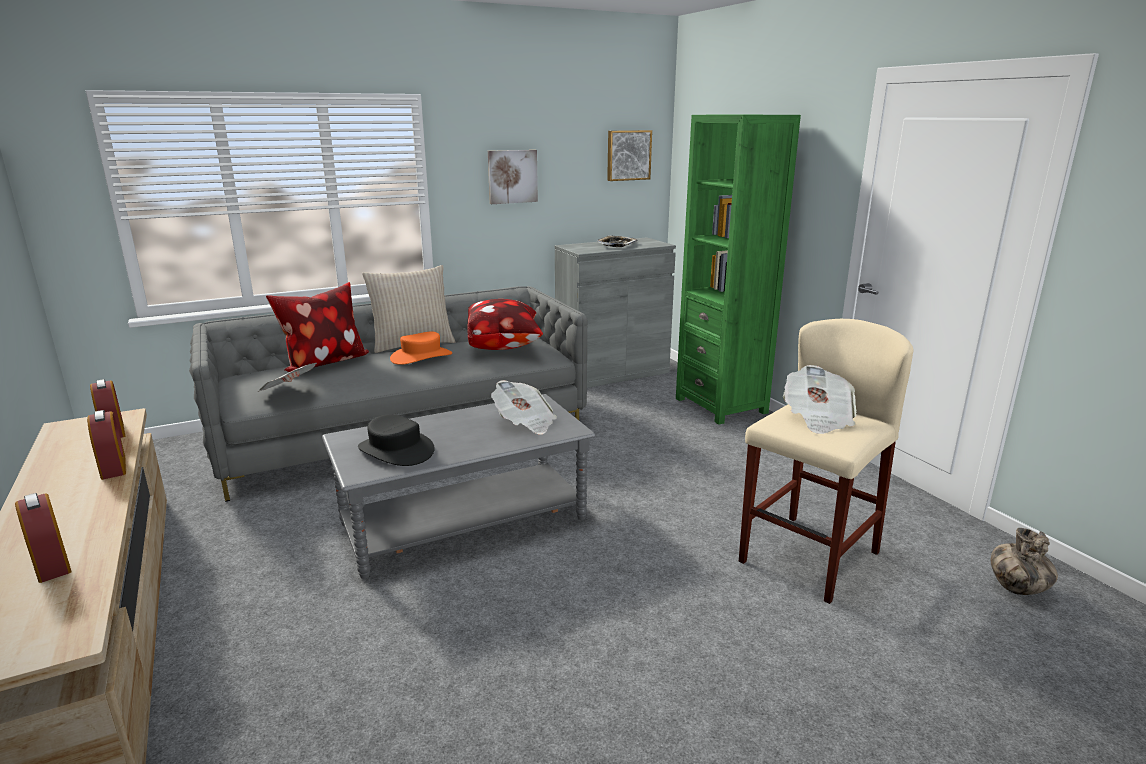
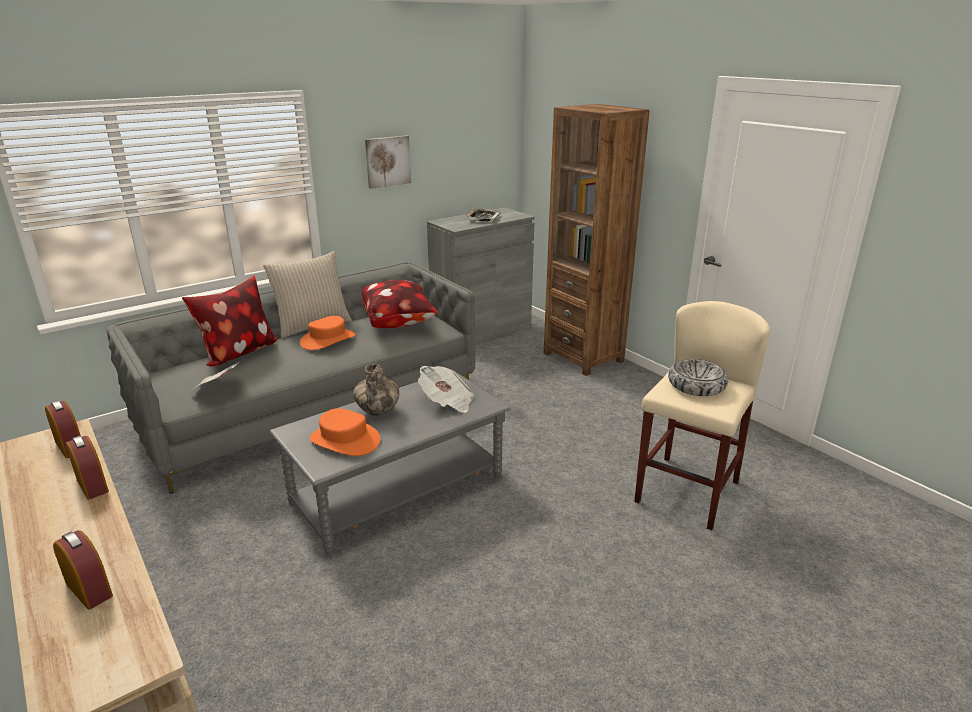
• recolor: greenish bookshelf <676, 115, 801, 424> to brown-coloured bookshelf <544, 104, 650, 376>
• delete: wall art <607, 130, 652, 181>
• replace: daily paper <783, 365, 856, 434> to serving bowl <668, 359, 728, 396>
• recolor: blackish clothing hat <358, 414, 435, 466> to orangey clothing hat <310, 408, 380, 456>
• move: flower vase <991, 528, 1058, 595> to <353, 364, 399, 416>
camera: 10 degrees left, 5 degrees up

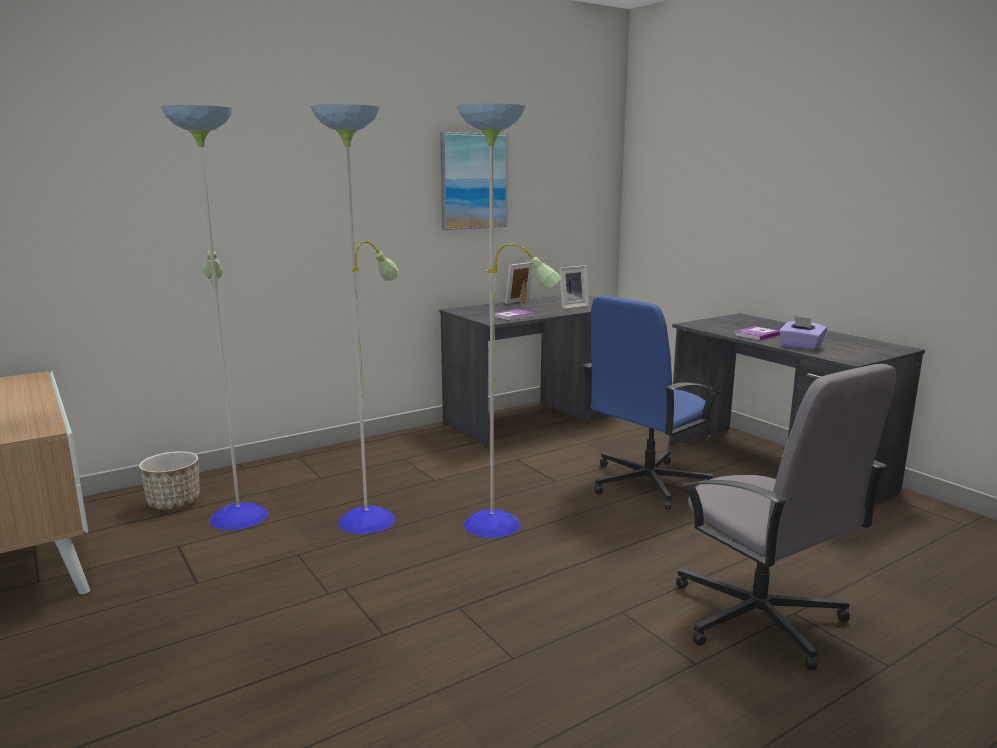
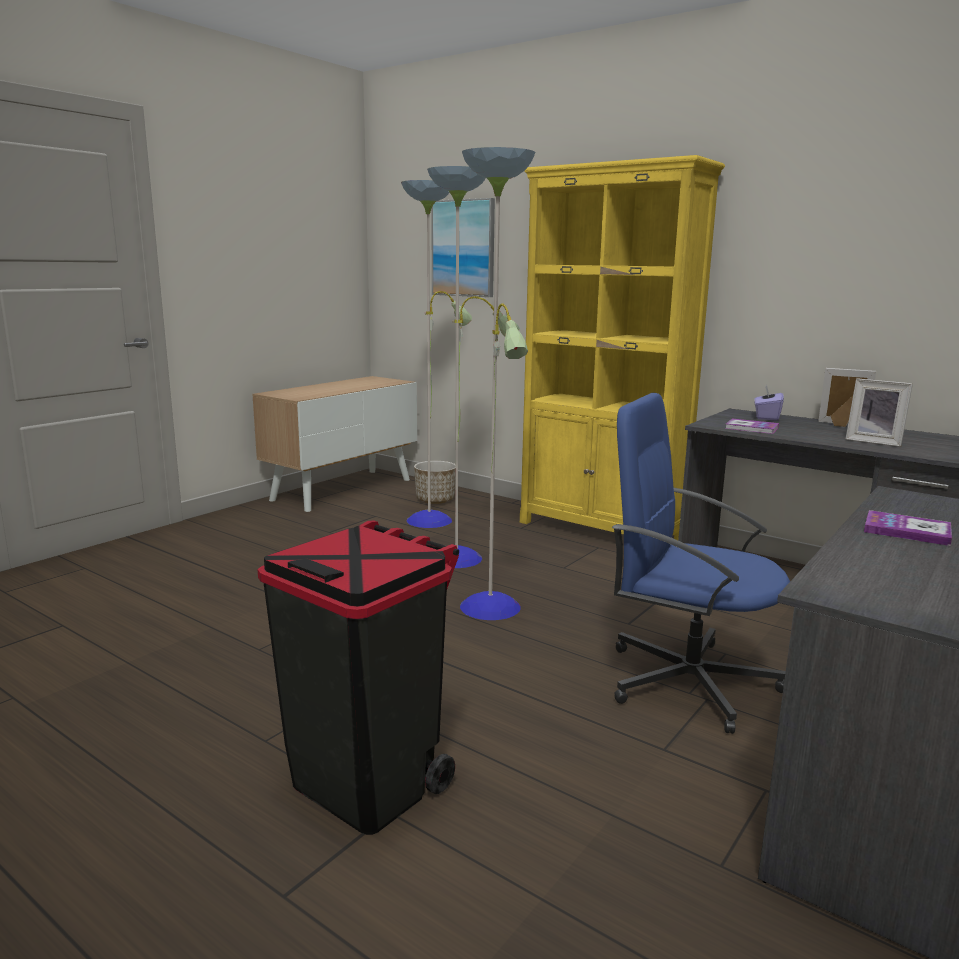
• move: wall art <440, 132, 507, 230> to <431, 198, 495, 297>
• move: purplish tissue holder <779, 316, 827, 350> to <754, 385, 784, 421>
• replace: greyish desk chair <676, 364, 896, 670> to blackish rubbish bin <258, 521, 459, 835>
• insert: yellow-coloured bookshelf <520, 155, 725, 540>
camera: 70 degrees right, 0 degrees up

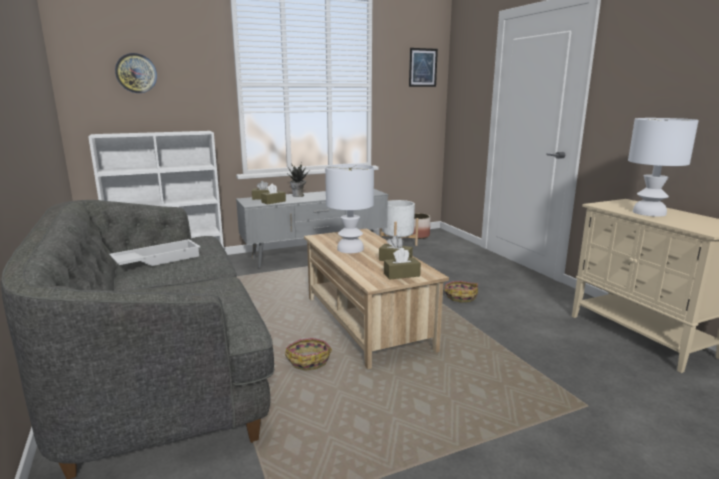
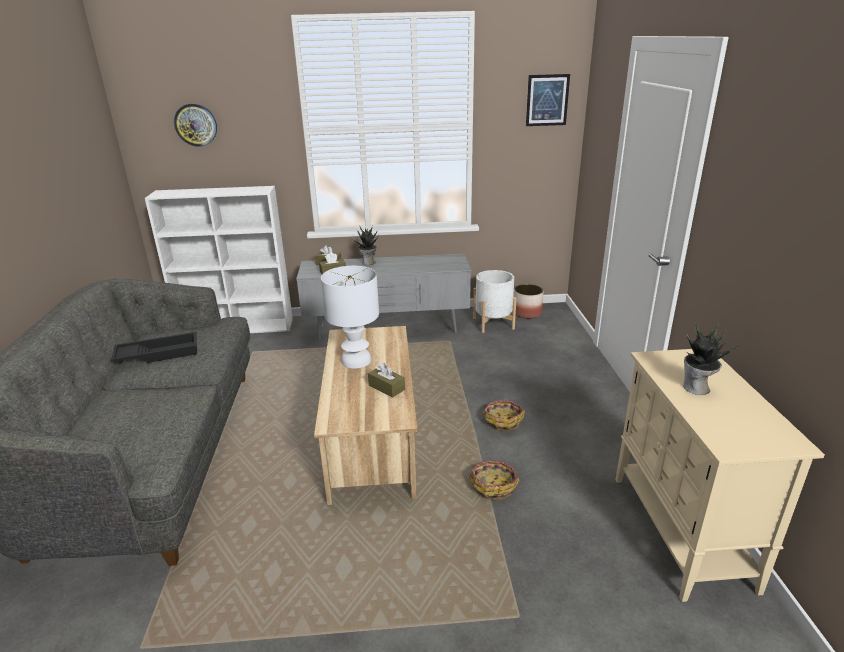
• replace: white-coloured table lamp <628, 118, 699, 217> to plant in a pot <683, 322, 738, 395>
• recolor: white-coloured carrying tray <109, 239, 200, 266> to blackish carrying tray <111, 332, 197, 363>
• delete: brown-coloured tissue holder <384, 248, 421, 280>
• move: basket <285, 338, 332, 371> to <469, 461, 520, 500>
camera: 20 degrees right, 10 degrees up

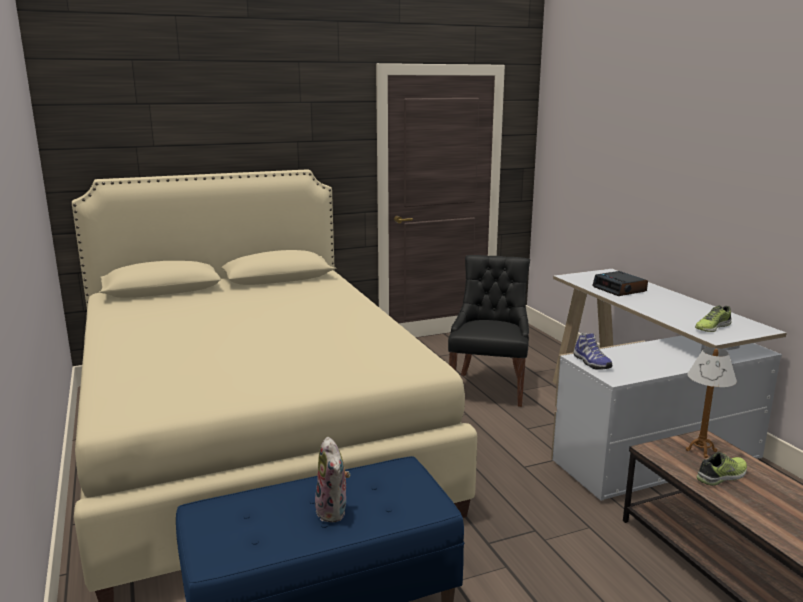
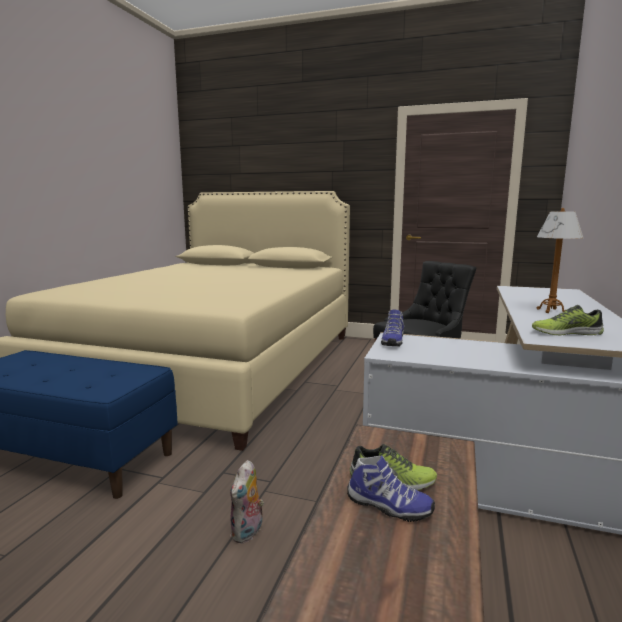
• delete: alarm clock <592, 271, 648, 296>
• move: table lamp <686, 348, 737, 458> to <537, 208, 583, 313>
• move: cuddly toy <315, 437, 351, 523> to <230, 460, 264, 543>
• insert: item of footwear <347, 456, 435, 522>
camera: 40 degrees right, 5 degrees down

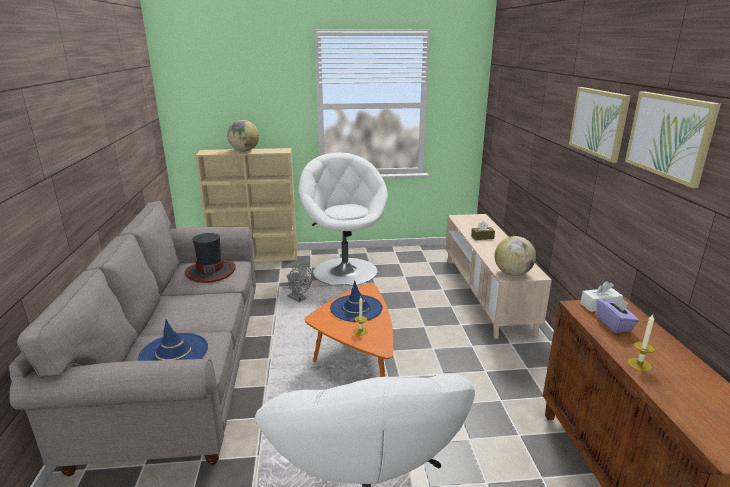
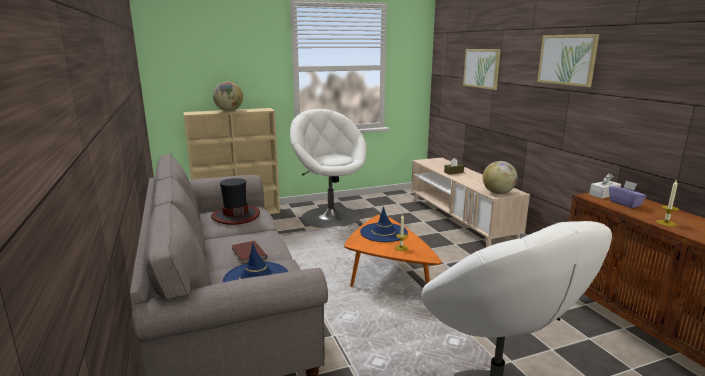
• move: wall art <625, 91, 721, 188> to <463, 49, 501, 90>
• delete: greyish fan <287, 264, 312, 302>
• insert: brown-coloured book <232, 241, 267, 265>
camera: 15 degrees left, 5 degrees down

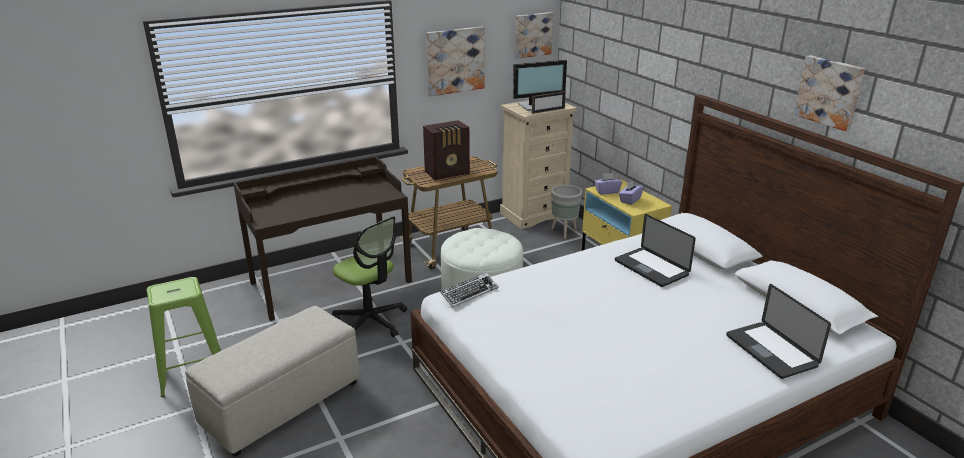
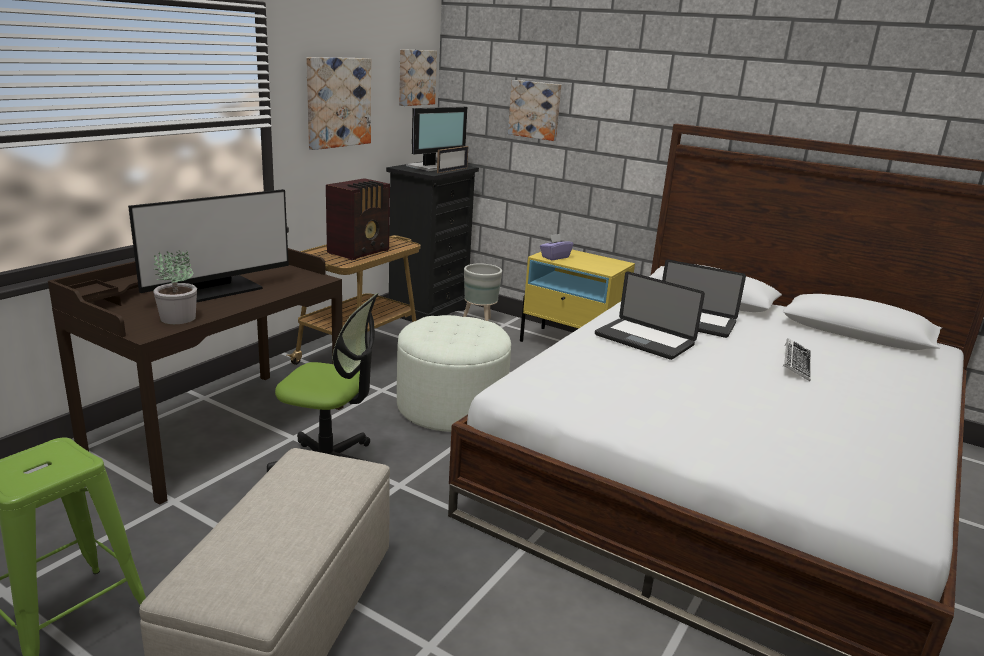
• move: wall art <794, 55, 865, 131> to <508, 80, 561, 141>
• recolor: beige-coloured drawer chest <500, 100, 577, 229> to blackish drawer chest <386, 160, 479, 322>
• delete: purplish tissue holder <619, 181, 644, 205>
• move: computer keyboard <440, 272, 499, 308> to <783, 338, 811, 381>
• move: notebook computer <726, 284, 831, 379> to <595, 271, 705, 360>
• insert: computer display <128, 189, 289, 303>
• insert: plant in a pot <153, 250, 197, 324>
camera: 30 degrees left, 5 degrees down

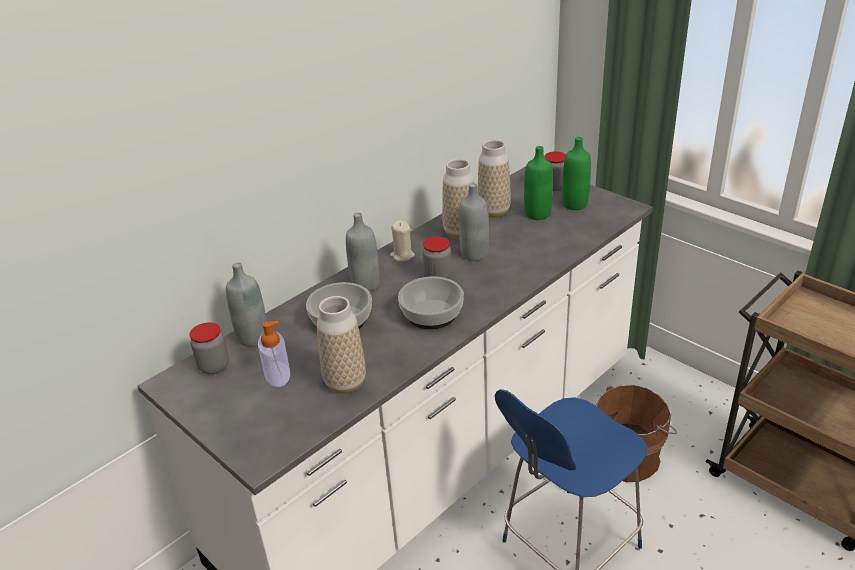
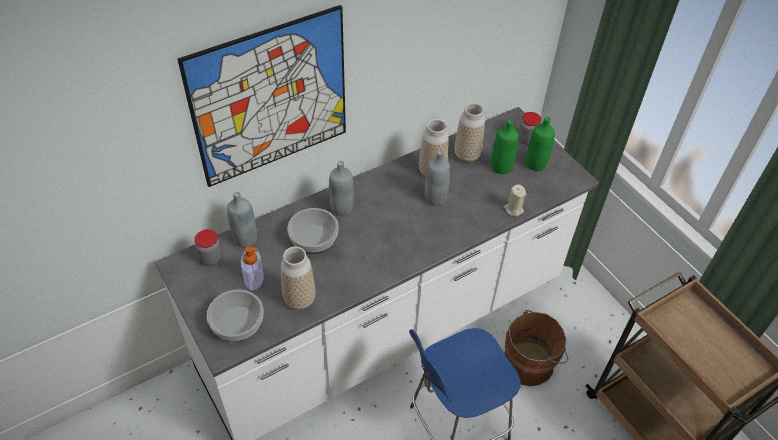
• move: beige-coloured wax candle <390, 220, 415, 262> to <504, 184, 526, 217>
• delete: jar <423, 237, 452, 279>
• move: serving bowl <398, 277, 464, 329> to <207, 290, 263, 342>
• insert: wall art <178, 5, 346, 187>
camera: 10 degrees right, 15 degrees up

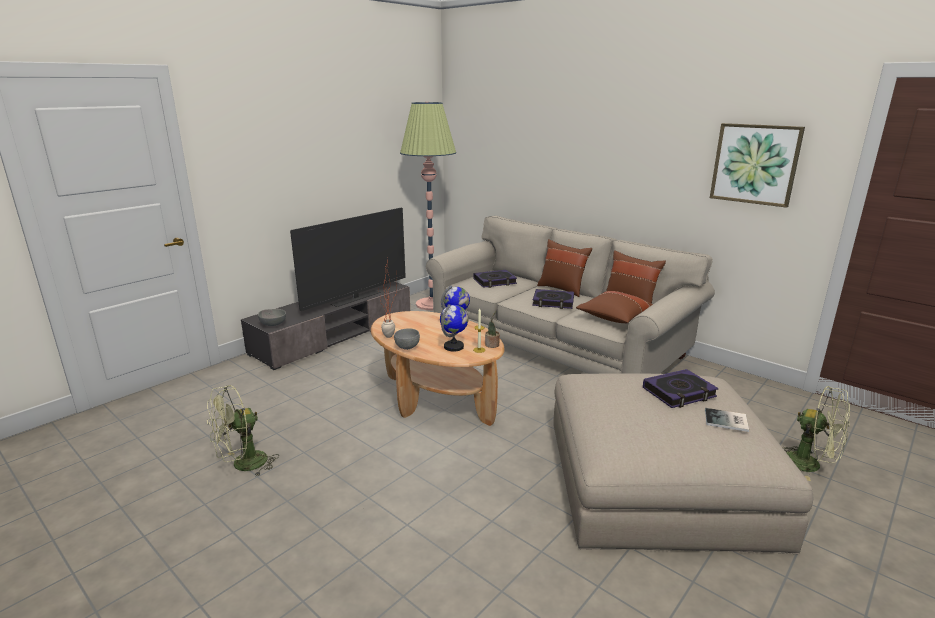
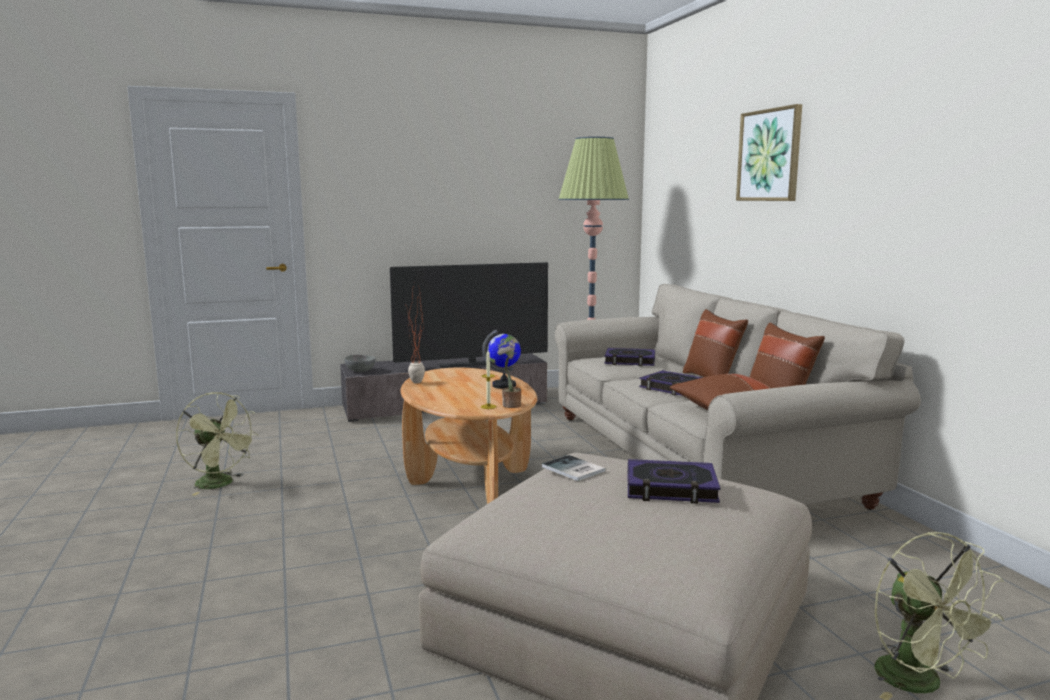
• move: wall art <710, 123, 805, 208> to <736, 104, 802, 201>
• delete: globe <440, 304, 468, 351>
• delete: greyish serving bowl <394, 328, 420, 350>
• rotate: greenish fan <207, 385, 279, 477> = <176, 392, 259, 495> 135 degrees counterclockwise
• move: book <705, 408, 749, 432> to <542, 455, 606, 481>
camera: 30 degrees right, 10 degrees down

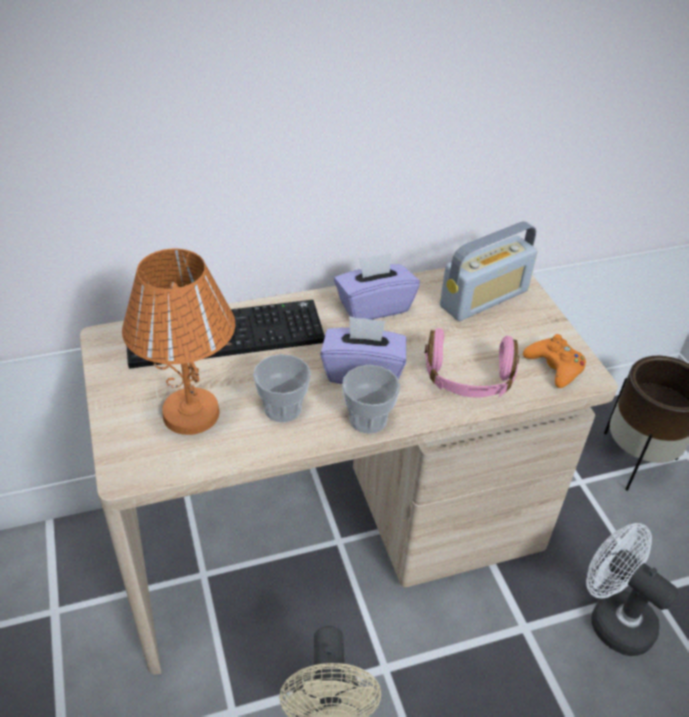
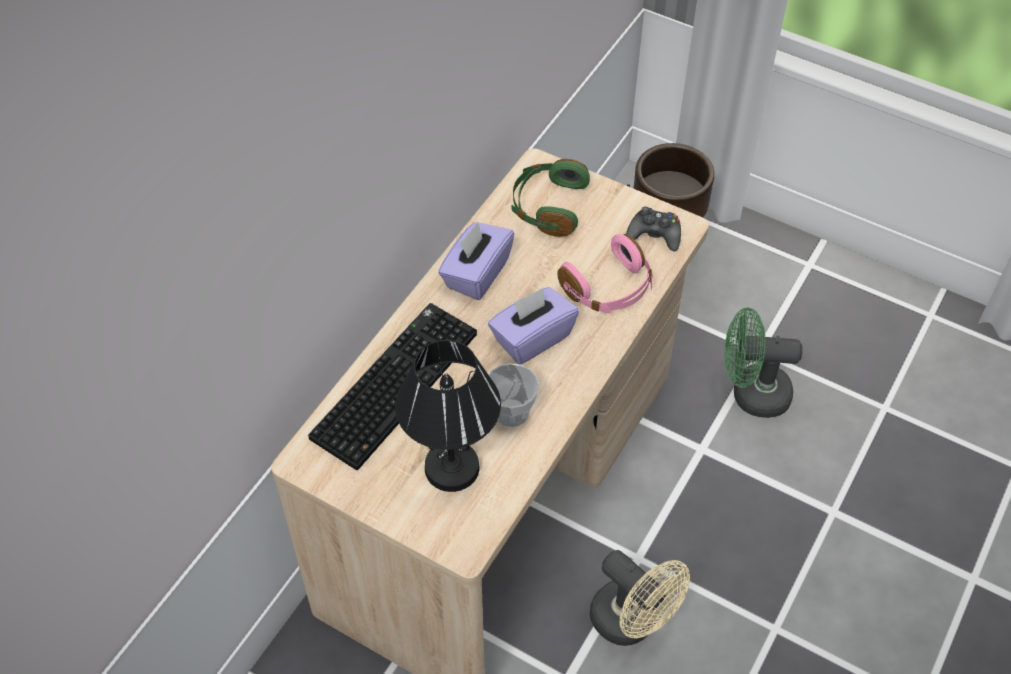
• replace: radio set <440, 221, 538, 321> to greenish headphones <511, 159, 590, 237>
• recolor: orangey table lamp <122, 248, 235, 435> to blackish table lamp <395, 340, 501, 492>
• recolor: orangey joypad <523, 334, 586, 388> to blackish joypad <626, 207, 681, 251>
• delete: drinking cup <342, 365, 400, 434>
• recolor: white-coloured fan <586, 523, 678, 656> to greenish fan <725, 308, 803, 418>
camera: 40 degrees left, 10 degrees up

